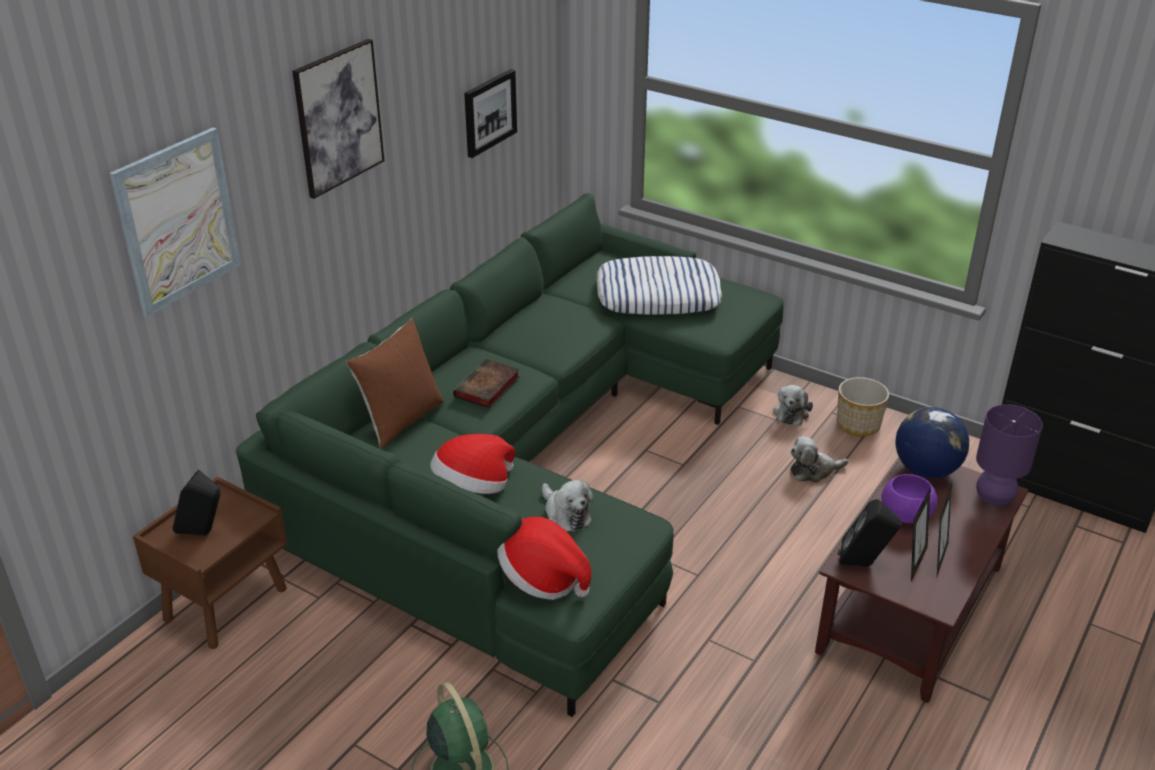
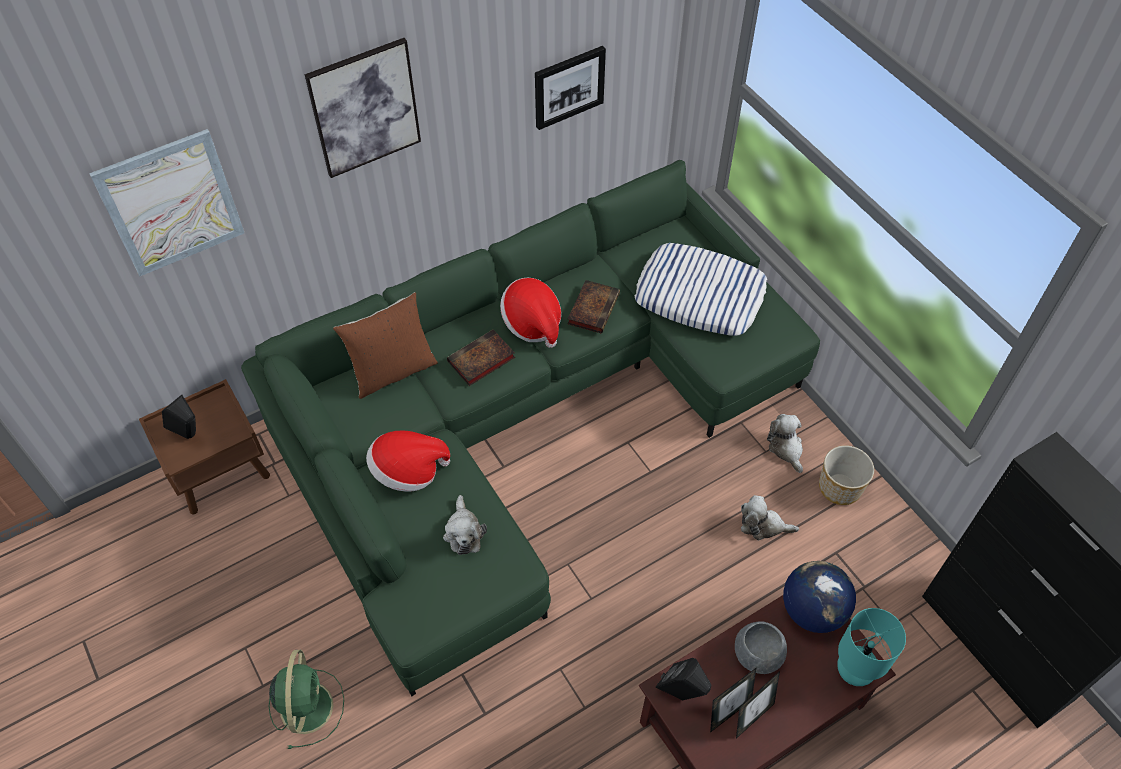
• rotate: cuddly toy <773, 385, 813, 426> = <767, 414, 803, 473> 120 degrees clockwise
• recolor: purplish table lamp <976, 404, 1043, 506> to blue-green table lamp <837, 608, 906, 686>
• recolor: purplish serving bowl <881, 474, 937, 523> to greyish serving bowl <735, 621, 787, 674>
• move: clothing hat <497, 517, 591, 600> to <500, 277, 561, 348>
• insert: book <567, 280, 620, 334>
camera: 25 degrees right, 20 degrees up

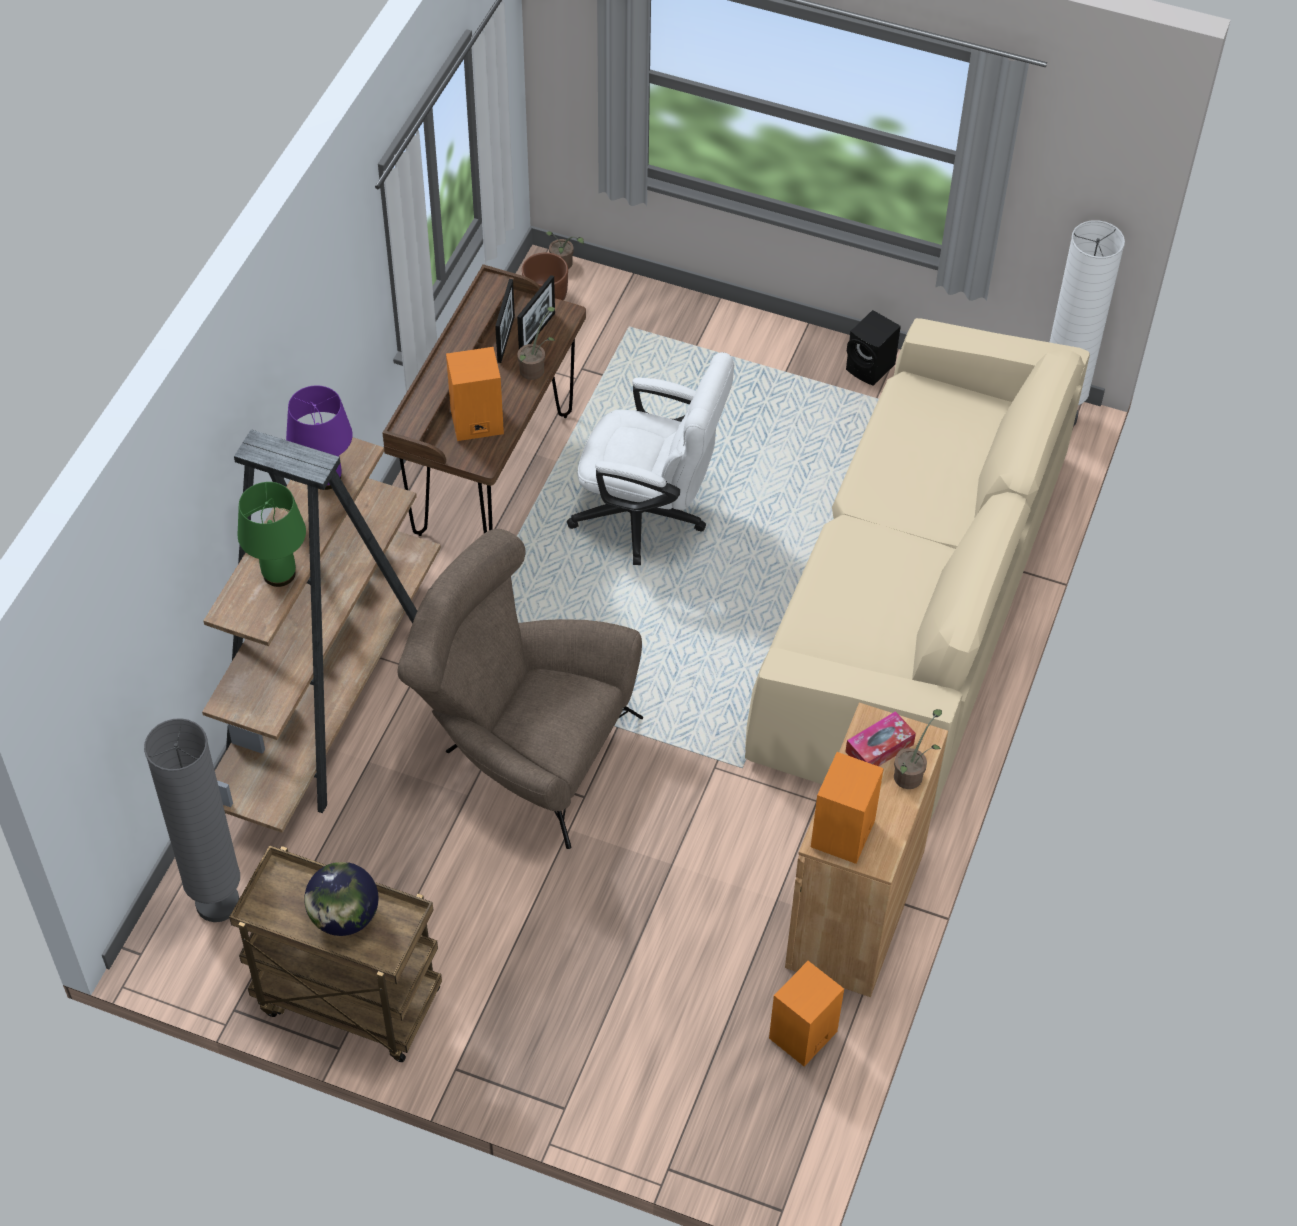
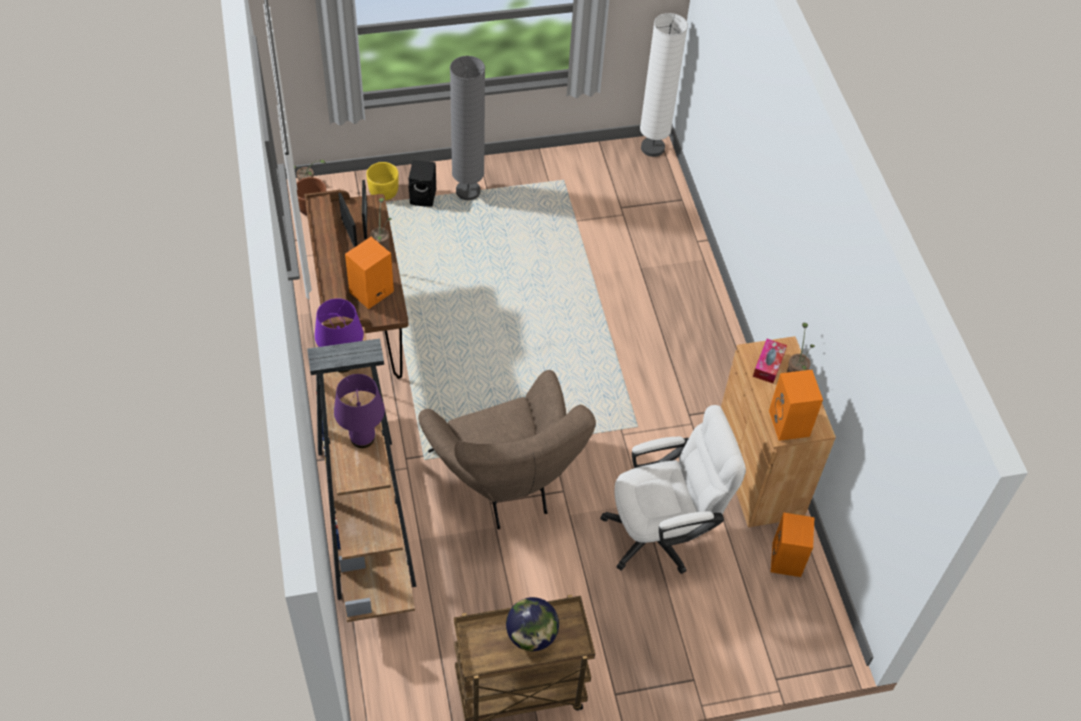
• move: blackish loudspeaker <846, 310, 901, 386> to <408, 160, 436, 207>
• delete: beige-coloured settee <745, 318, 1090, 818>
• move: white-coloured desk chair <567, 352, 734, 565> to <600, 405, 746, 574>
• recolor: greenish table lamp <238, 482, 306, 587> to purplish table lamp <334, 374, 385, 448>
• rotate: brown-coloured armchair <398, 529, 643, 849> = <418, 370, 596, 529> 105 degrees counterclockwise
• move: greyish standard lamp <144, 718, 240, 922> to <450, 56, 485, 200>
• insert: yellow-coloured planter <366, 162, 399, 201>
camera: 35 degrees left, 0 degrees up

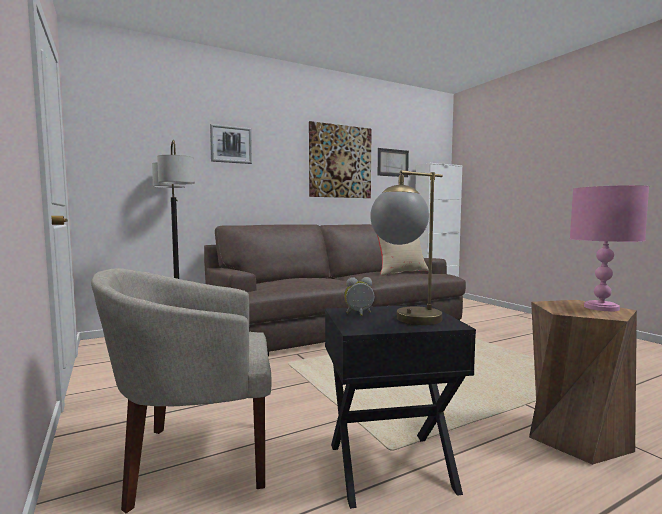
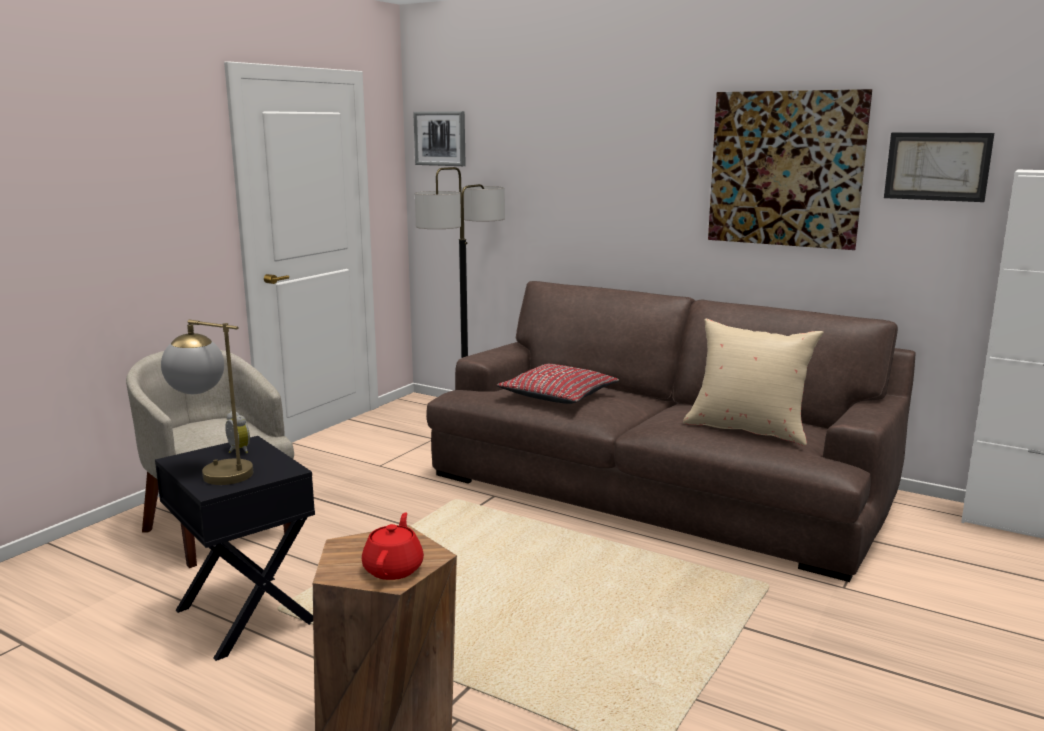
• move: wall art <210, 124, 252, 164> to <413, 111, 466, 166>
• replace: pink-coloured table lamp <570, 185, 649, 311> to red-coloured teapot <362, 512, 424, 580>
• insert: red-coloured throw pillow <497, 364, 619, 404>
camera: 60 degrees right, 10 degrees up

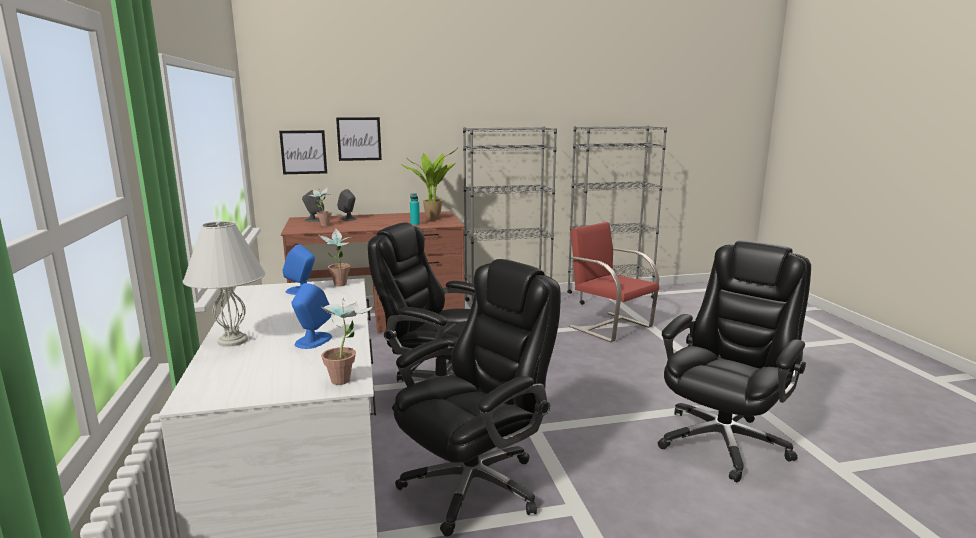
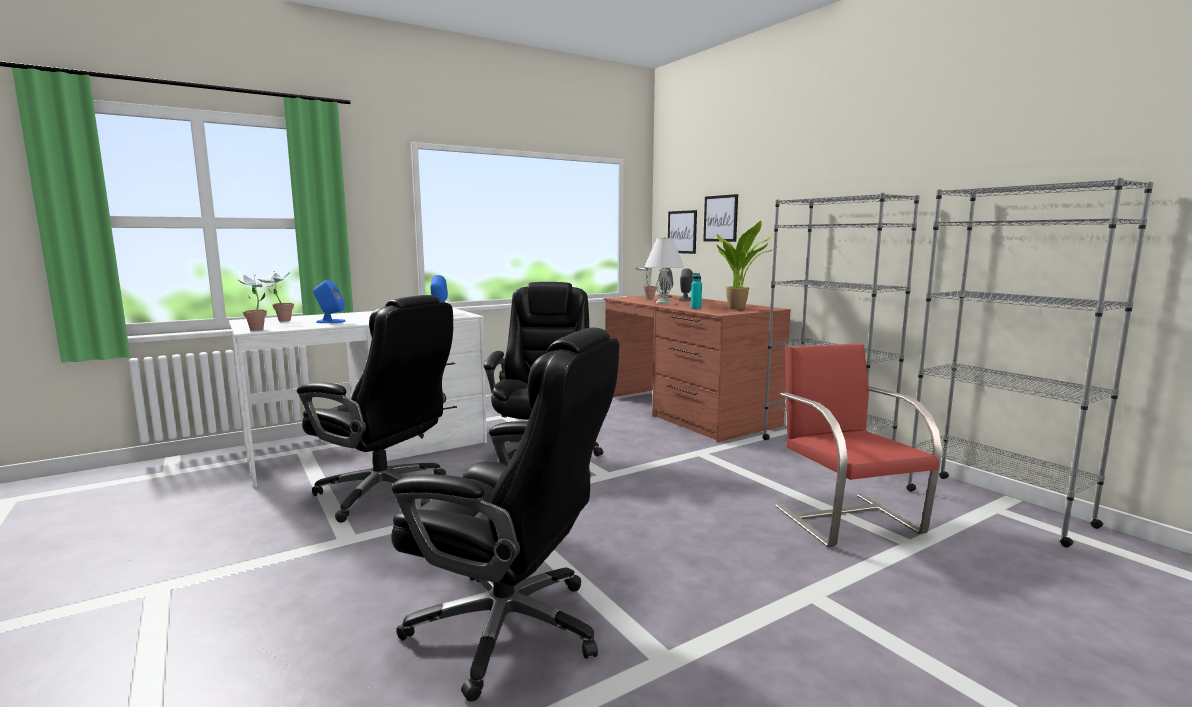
• move: white-coloured table lamp <183, 221, 265, 347> to <644, 237, 684, 304>
• rotate: red-coloured plain chair <569, 222, 659, 342> = <775, 343, 942, 547> 45 degrees counterclockwise
• move: plant in a pot <319, 229, 355, 287> to <257, 271, 294, 322>
camera: 70 degrees right, 5 degrees down

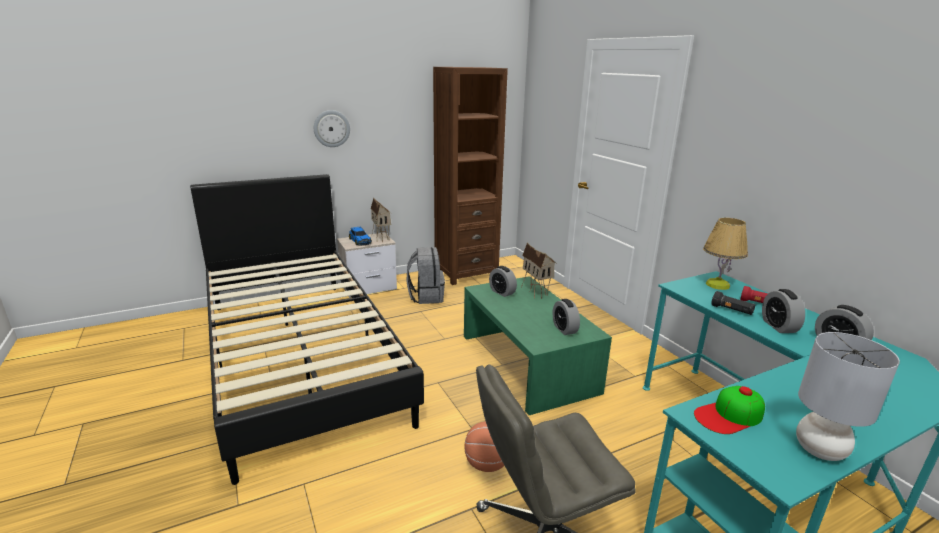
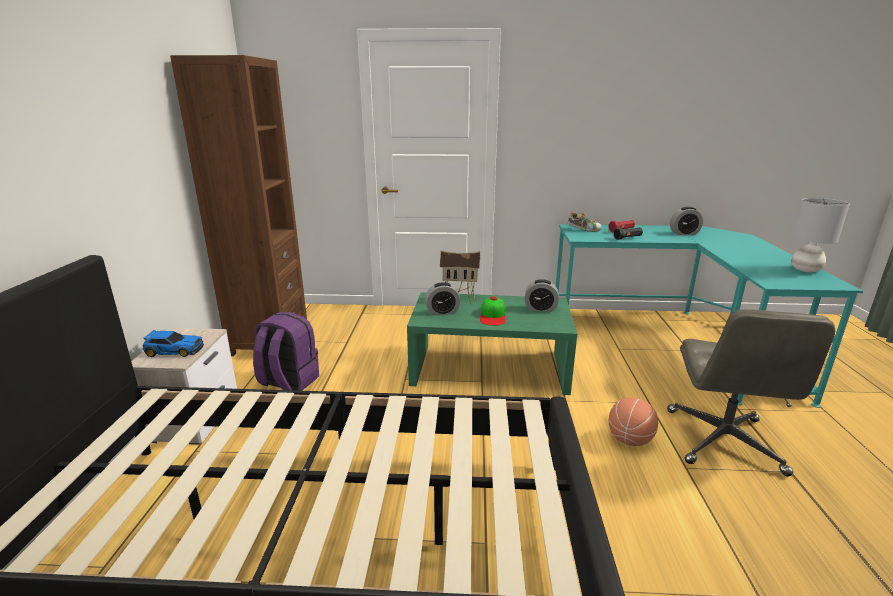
• delete: clock on the wall <314, 110, 350, 147>
• delete: miniature house <371, 197, 391, 242>
• replace: table lamp <703, 218, 748, 290> to item of footwear <567, 212, 602, 232>
• recolor: greyish rucksack <406, 247, 445, 304> to purplish rucksack <253, 312, 319, 391>
• delete: alarm clock <762, 289, 805, 333>
• move: peaked cap <694, 386, 765, 434> to <480, 296, 506, 326>
camera: 60 degrees left, 0 degrees up

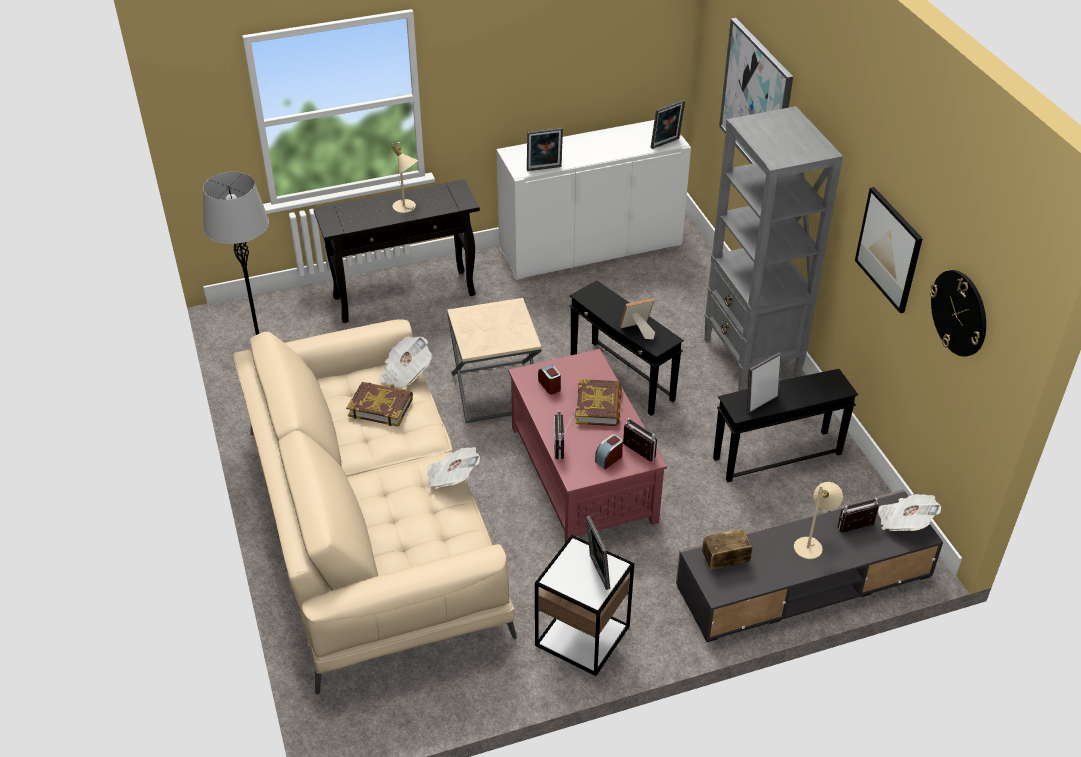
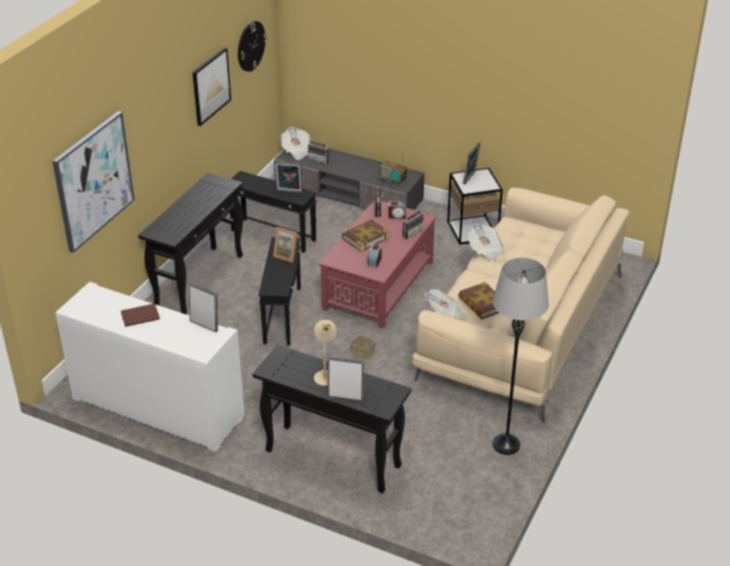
• move: photo frame <651, 100, 685, 149> to <328, 357, 364, 401>
• replace: greyish bookshelf <704, 106, 843, 391> to blackish hall table <138, 173, 243, 314>
• replace: beige-coloured side table <447, 298, 542, 423> to basket <351, 320, 375, 360>
• delete: beige-coloured table lamp <794, 482, 843, 559>
• insert: brown-coloured book <121, 303, 160, 327>
camera: 135 degrees left, 5 degrees down

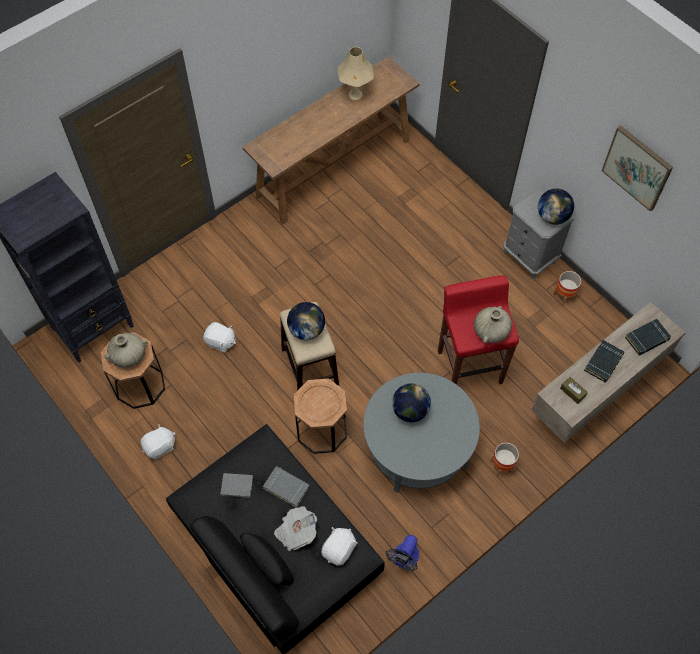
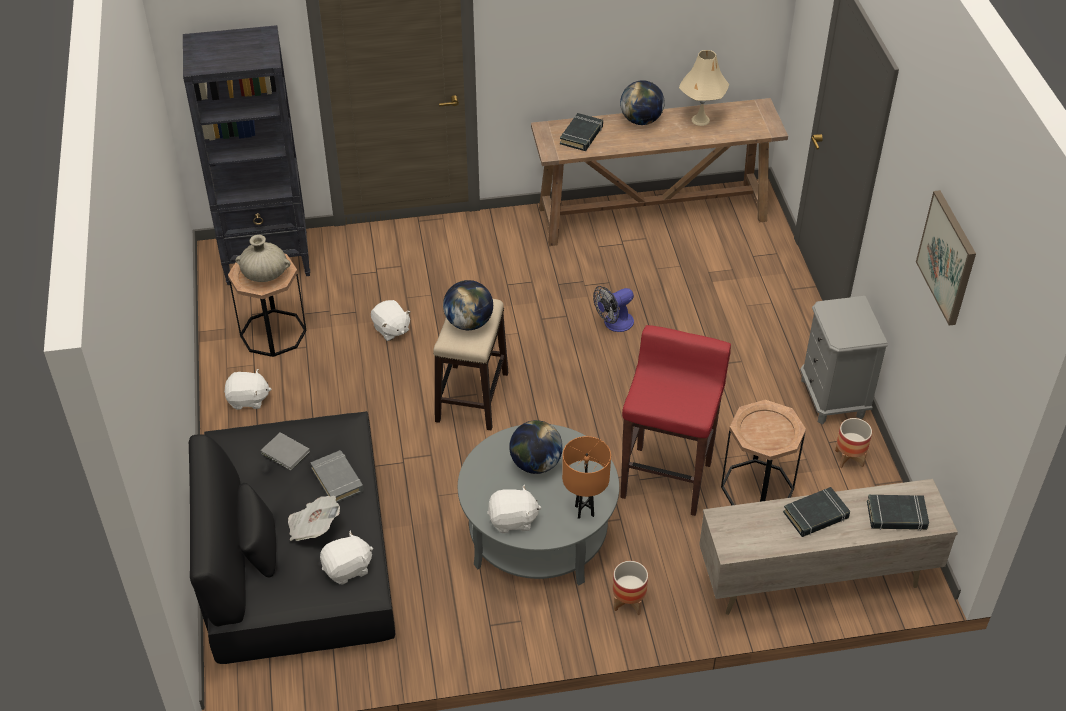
• move: globe <538, 189, 574, 225> to <620, 80, 665, 125>
• delete: beige-coloured flower vase <474, 306, 512, 343>
• delete: brown-coloured tissue holder <560, 377, 588, 404>
• move: brown-coloured side table <294, 378, 347, 454> to <721, 400, 806, 505>
• move: fan <386, 535, 419, 571> to <593, 286, 634, 332>
• insert: blackish book <560, 113, 603, 151>
• insert: orangey table lamp <562, 436, 611, 519>
• insert: white-coloured cuddly toy <487, 484, 542, 533>
camera: 30 degrees right, 15 degrees down

